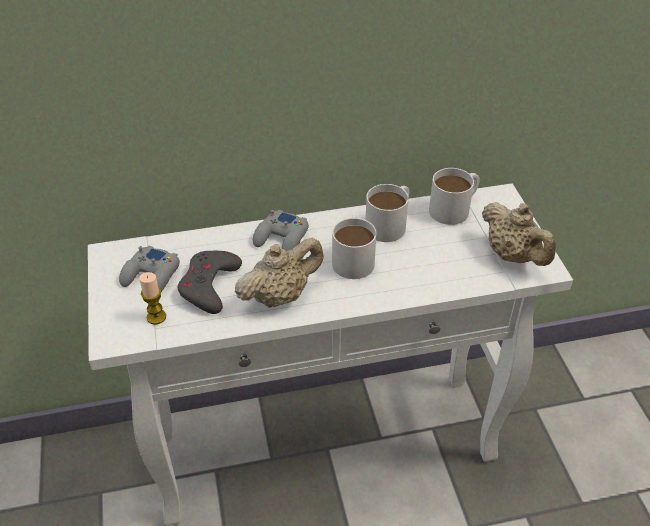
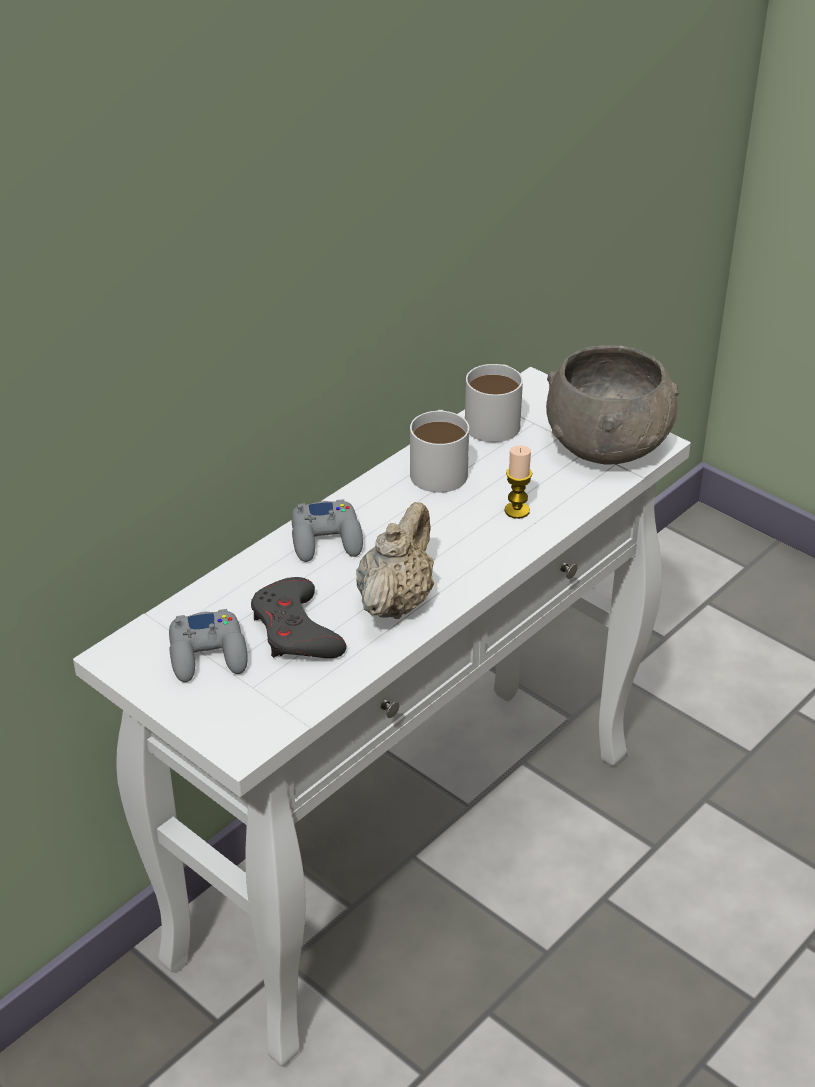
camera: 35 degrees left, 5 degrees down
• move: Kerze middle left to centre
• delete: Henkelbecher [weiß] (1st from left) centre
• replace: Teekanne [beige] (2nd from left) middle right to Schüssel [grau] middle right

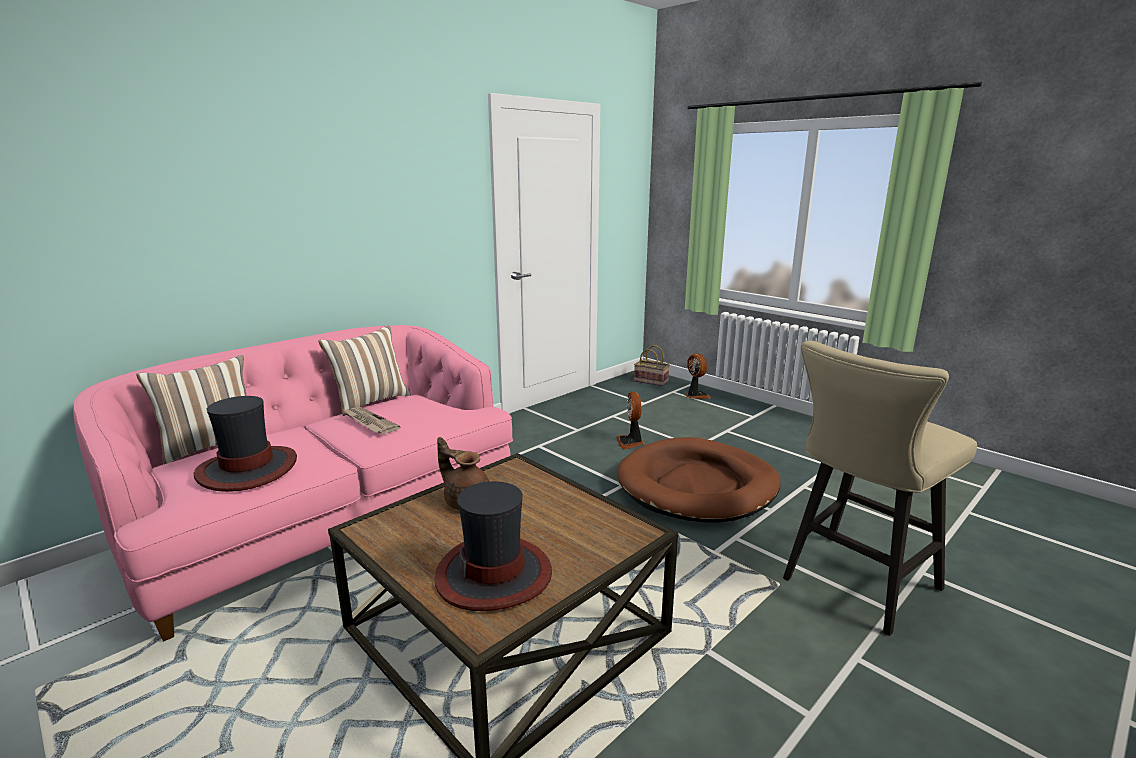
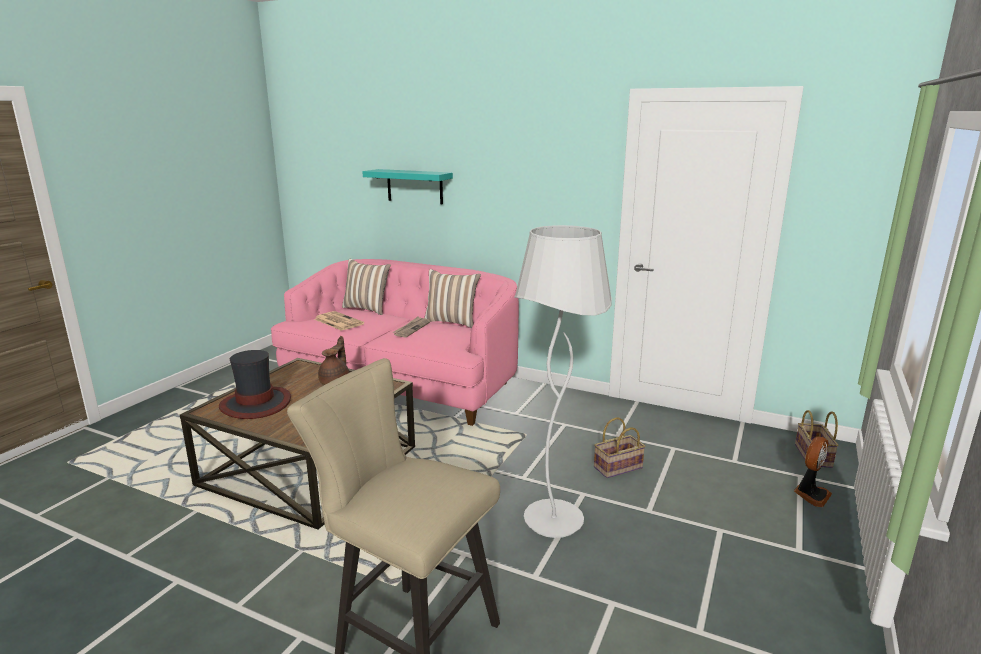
camera: 70 degrees right, 0 degrees up
• replace: Hut (1st from left) middle left to Zeitung (1st from left) centre
• replace: Ventilator (1st from left) centre to Korb (1st from left) bottom centre
• replace: Hundebett [braun] centre to Stehlampe [weiß] centre
• insert: Wandregal [türkis] top centre

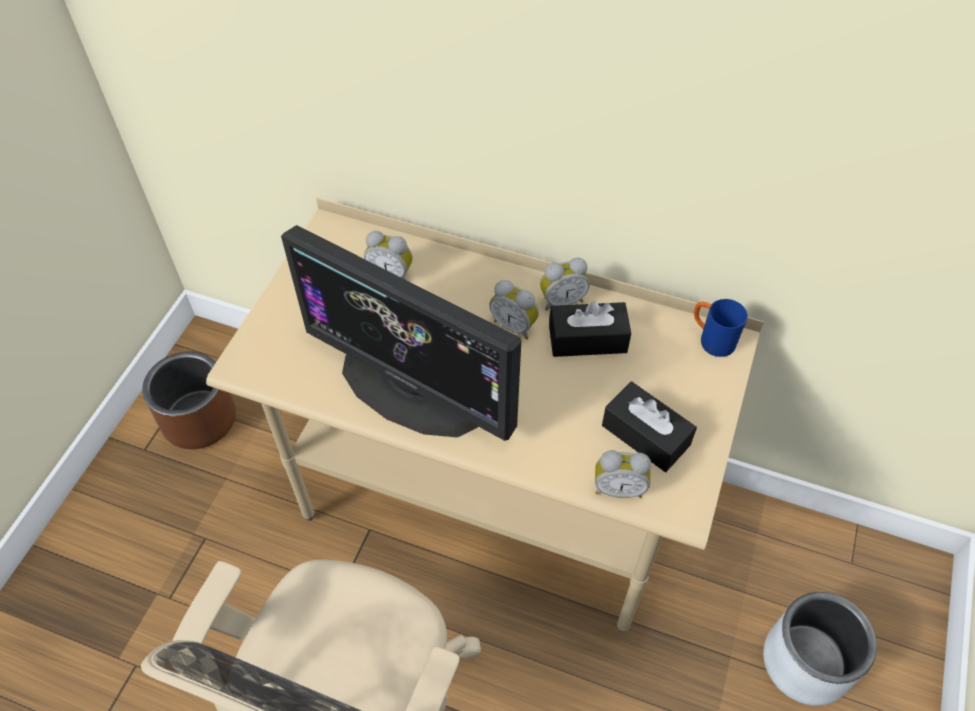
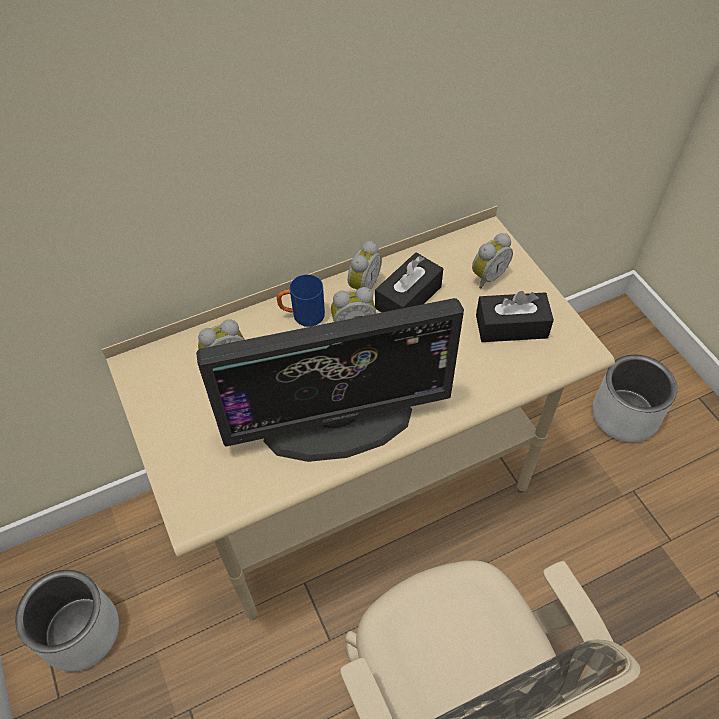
camera: 45 degrees left, 0 degrees up
• recolor: Pflanzkübel [braun] middle left to Pflanzkübel [grau] (1st from left) bottom left
• move: Wecker (4th from left) bottom centre to middle right
• move: Henkelbecher [blau] middle right to centre

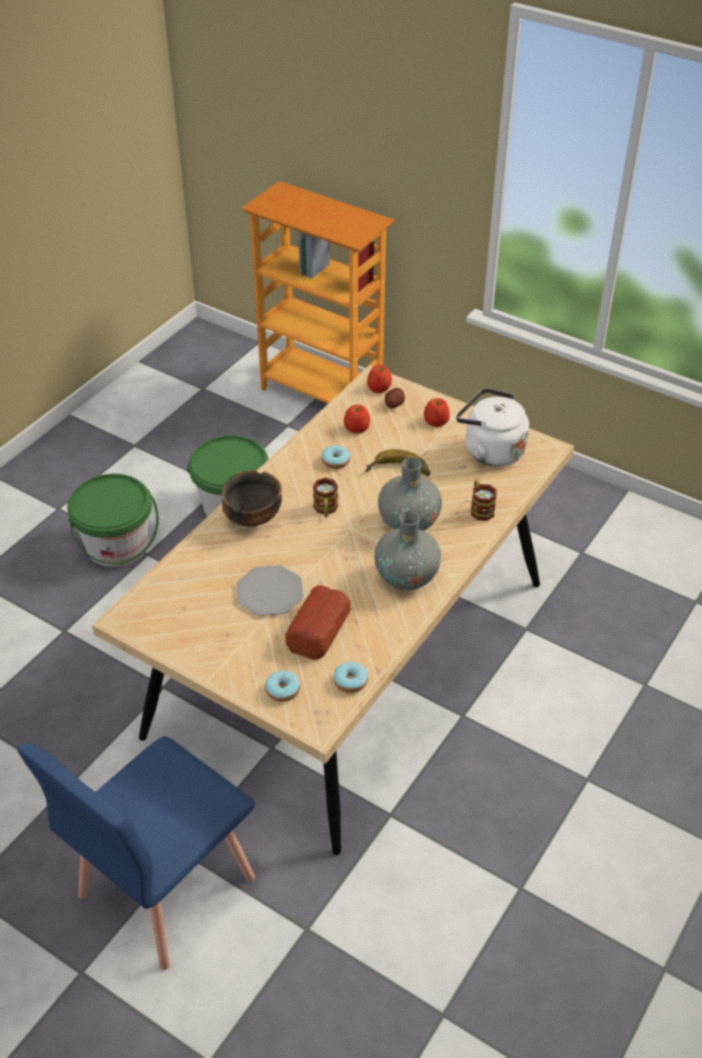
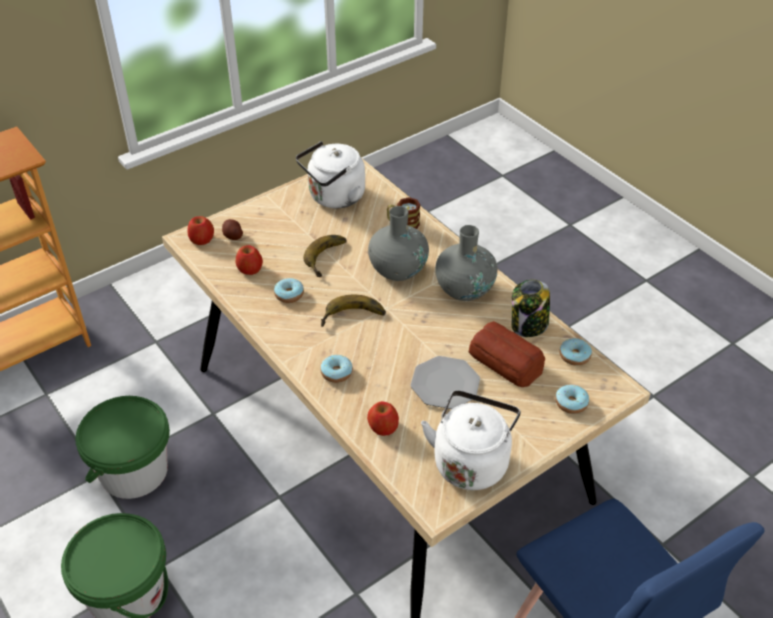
camera: 70 degrees left, 0 degrees up
• replace: Schüssel centre to Donut (2nd from left) centre
• replace: Henkelbecher (1st from left) centre to Banane (2nd from left) centre
• move: Apfel (3rd from left) centre to bottom centre
• insert: Wasserkessel [weiß] (2nd from left) bottom centre
• insert: Vorratsglas middle right

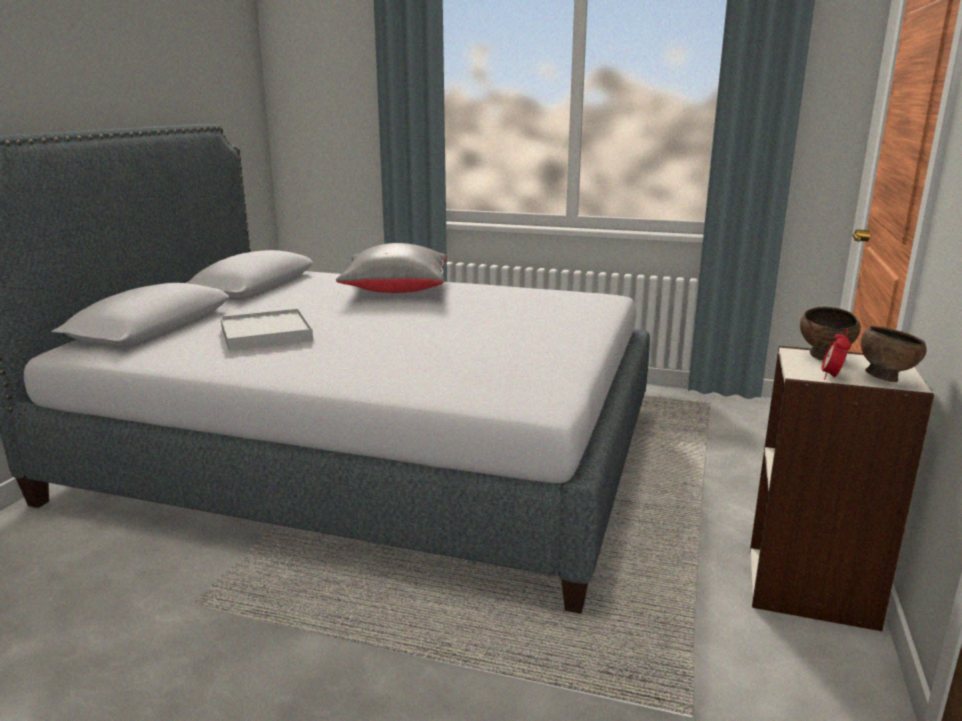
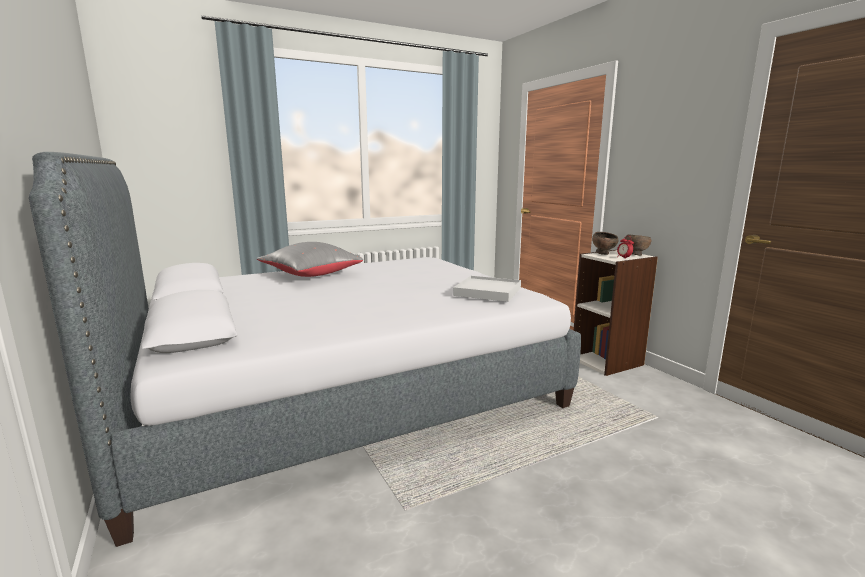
camera: 45 degrees left, 5 degrees down
• move: Tablett [weiß] middle left to centre

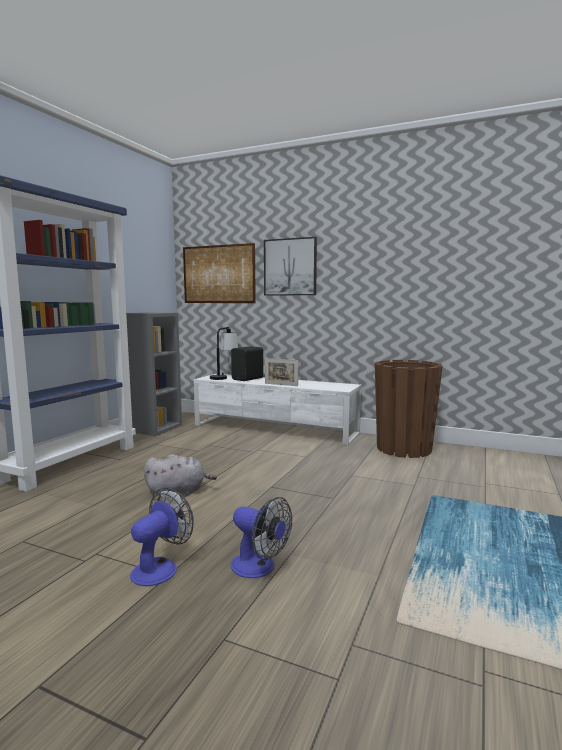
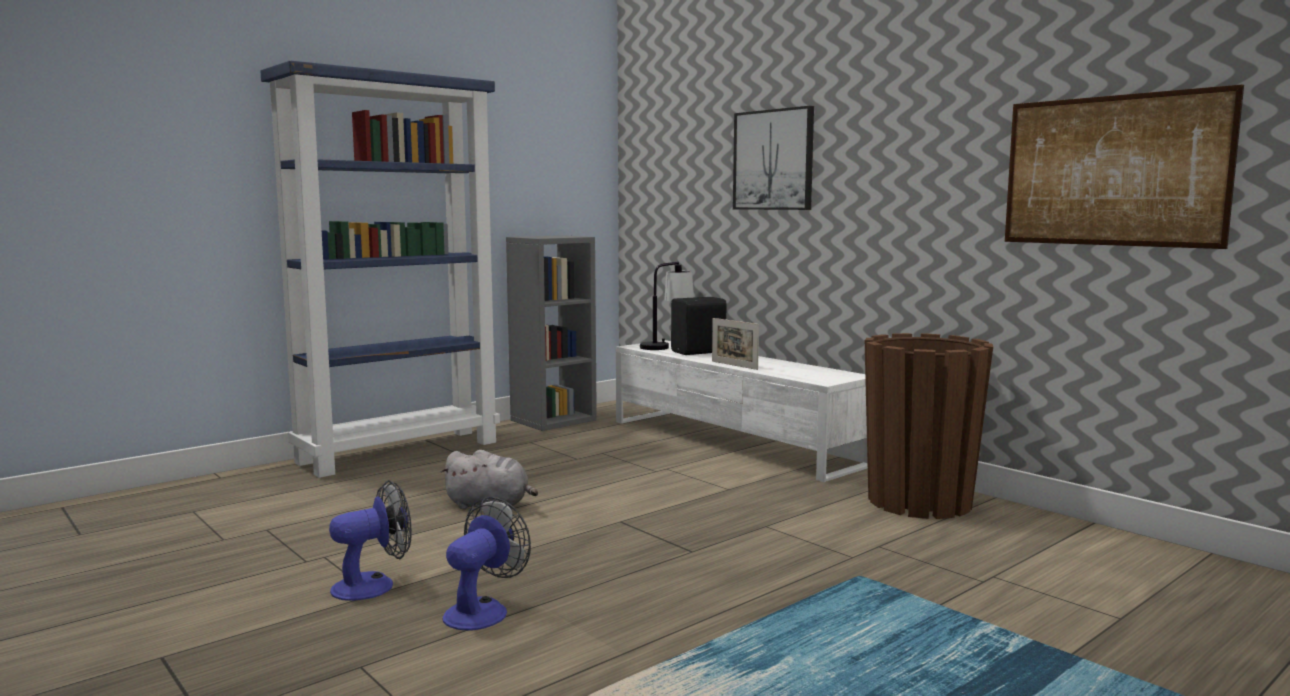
camera: 25 degrees right, 0 degrees up
• move: Bild (1st from left in the first image) centre to Bild (2nd from left) top right
• rotate: Ventilator (2nd from left) bottom centre = bottom centre 120 degrees counterclockwise

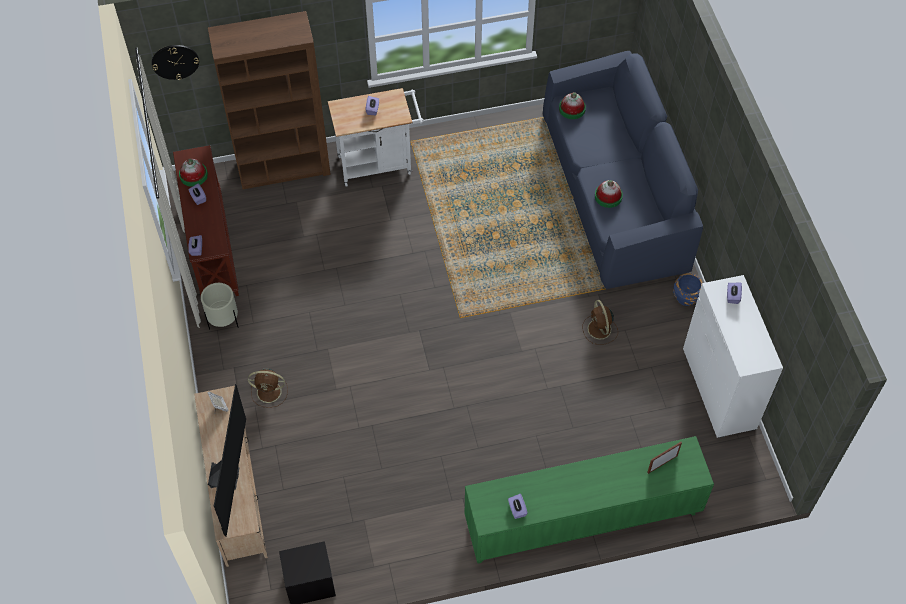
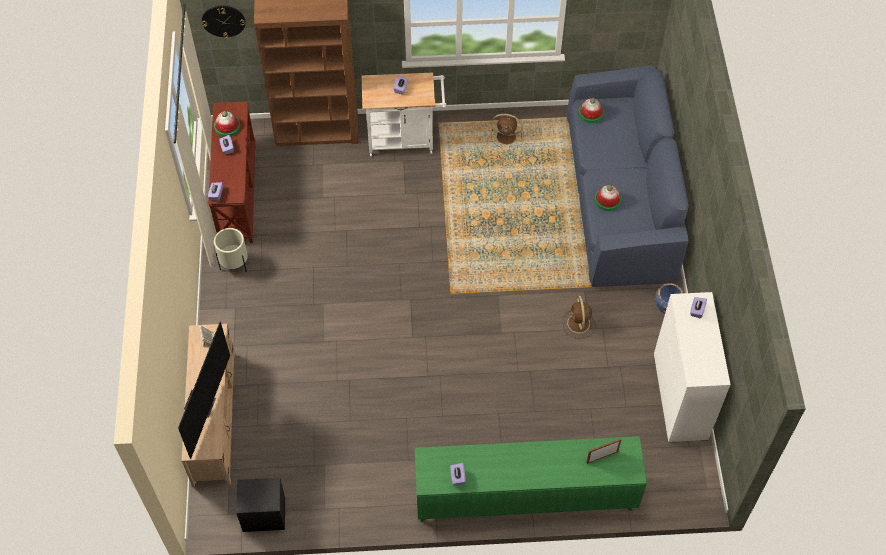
camera: 10 degrees right, 0 degrees up
• move: Ventilator [braun] (1st from left) middle left to top centre

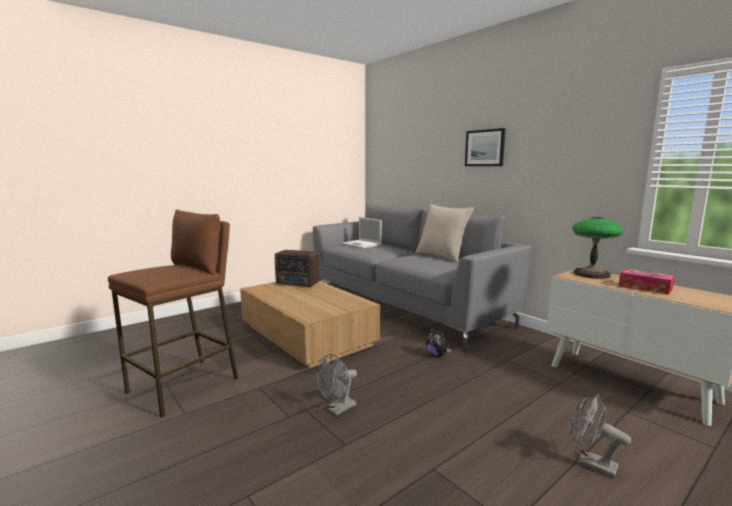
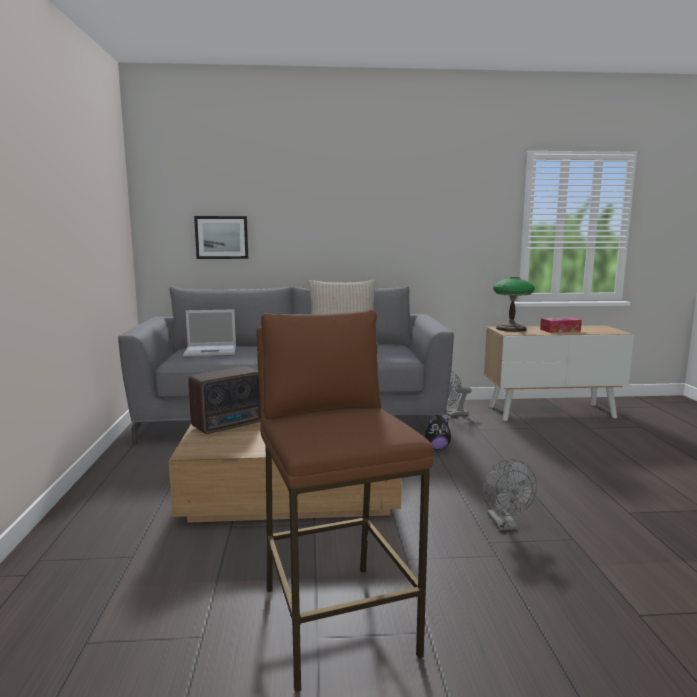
camera: 55 degrees left, 0 degrees up
• move: Bild top centre to middle left
• move: Ventilator [grau] (2nd from left in the first image) bottom right to Ventilator [grau] (1st from left) centre

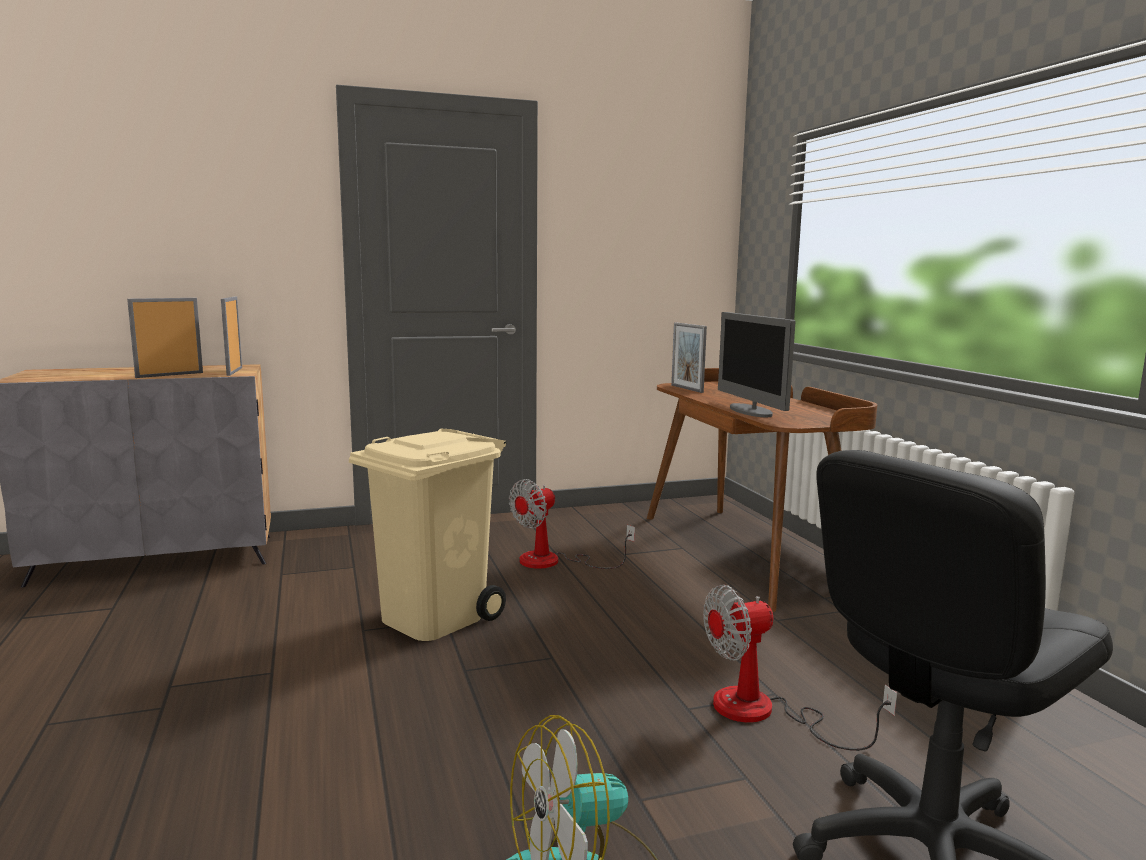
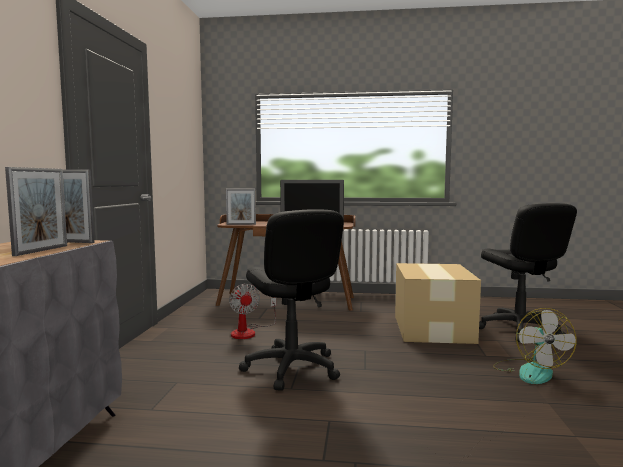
camera: 65 degrees left, 5 degrees down
• rotate: Bilderrahmen (1st from left) middle left = middle left 150 degrees counterclockwise
• replace: Mülleimer [beige] centre to Bürostuhl [schwarz] (1st from left) centre
• replace: Ventilator (3rd from left) bottom right to Karton middle right

